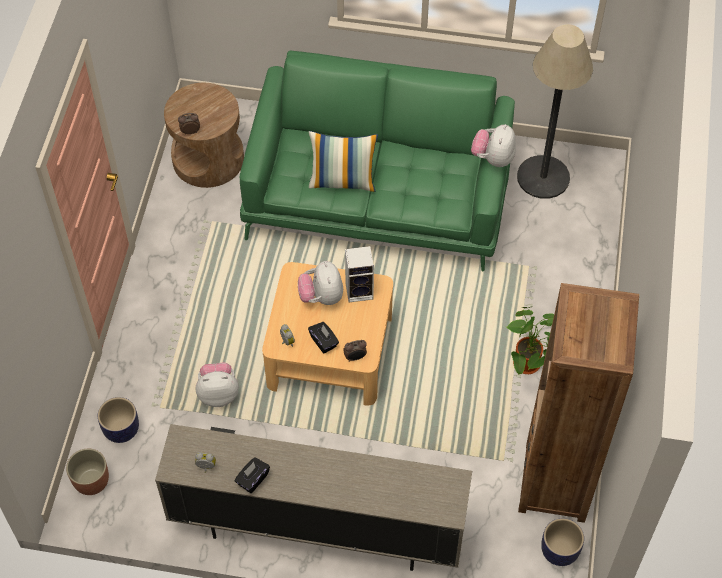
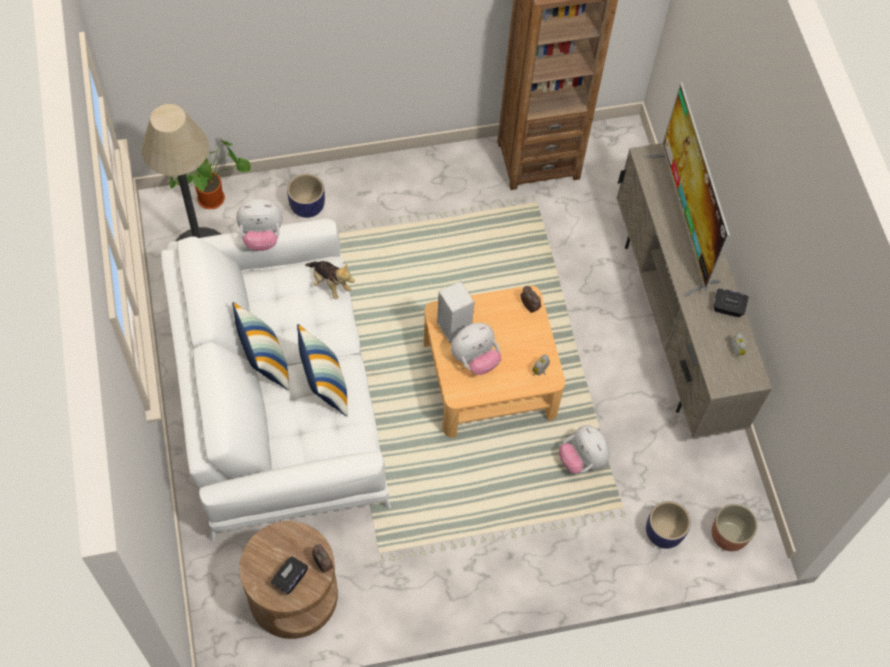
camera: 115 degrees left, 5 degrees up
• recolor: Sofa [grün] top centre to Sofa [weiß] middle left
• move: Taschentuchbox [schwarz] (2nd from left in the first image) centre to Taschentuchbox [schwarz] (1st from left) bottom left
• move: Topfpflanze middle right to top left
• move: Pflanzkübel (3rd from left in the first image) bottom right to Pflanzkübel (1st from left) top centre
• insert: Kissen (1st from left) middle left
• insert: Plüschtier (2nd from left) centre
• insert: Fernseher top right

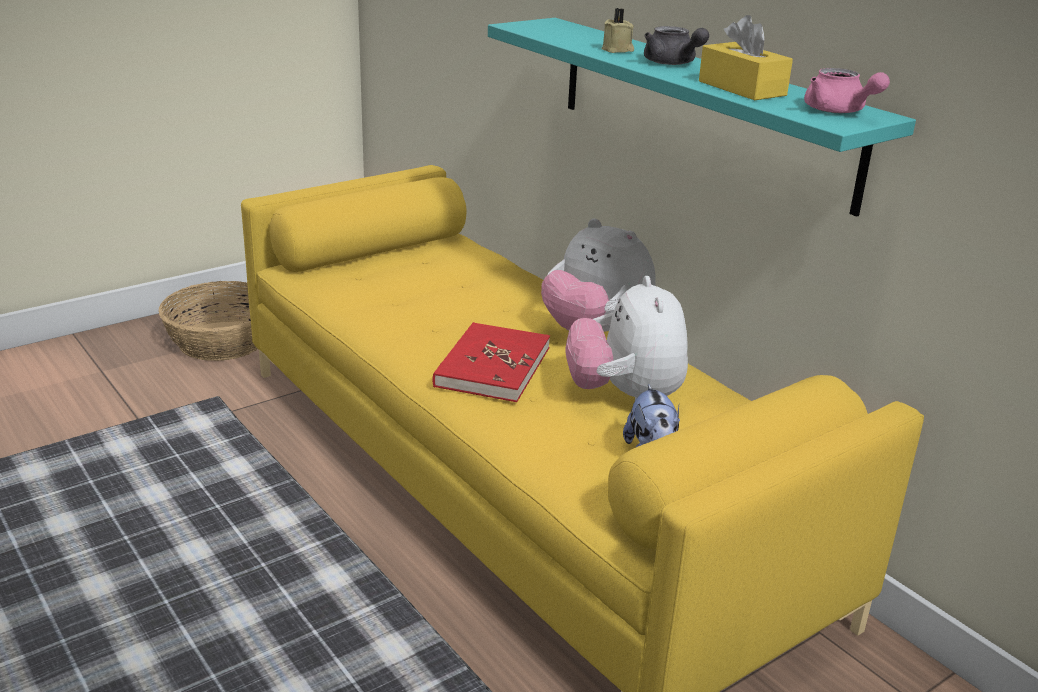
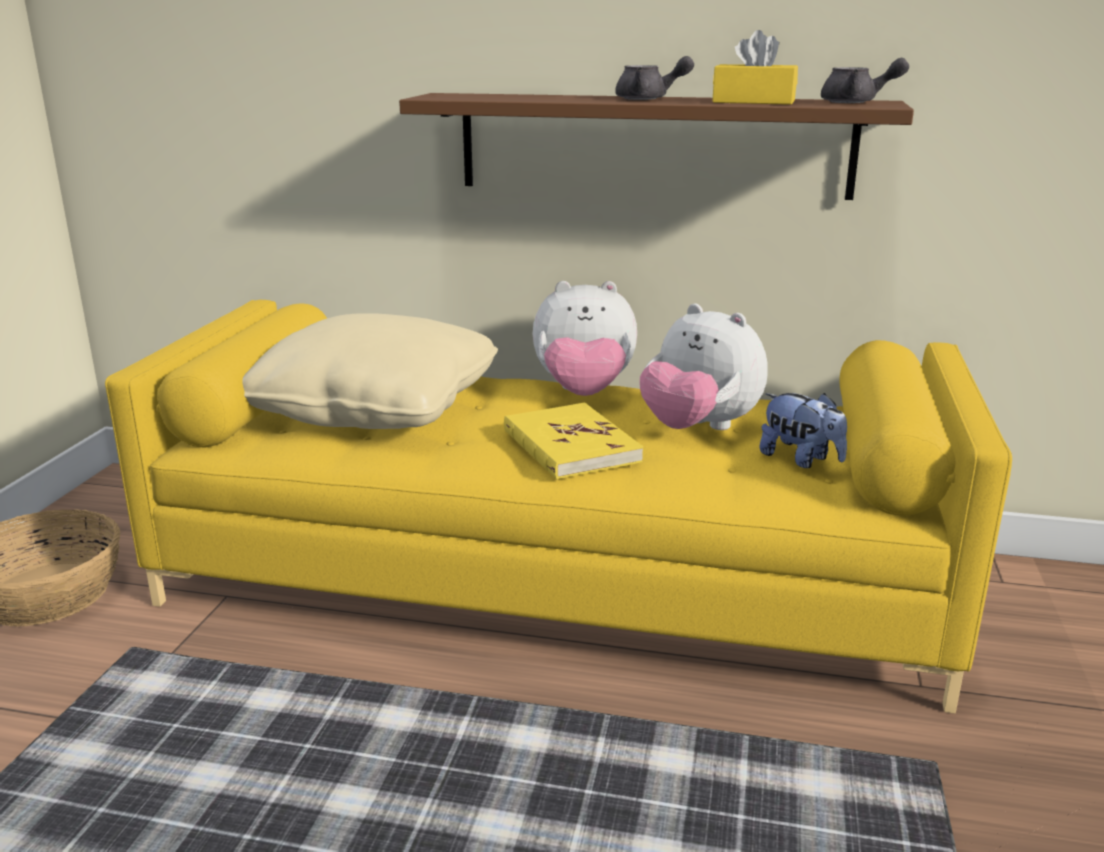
camera: 40 degrees left, 5 degrees down
• recolor: Buch [rot] centre to Buch [gelb] centre
• recolor: Wandregal [türkis] top right to Wandregal [braun] top centre
• delete: Kerze [beige] top centre
• recolor: Teekanne [rosa] top right to Teekanne [grau] (2nd from left) top right
• insert: Kissen [beige] centre

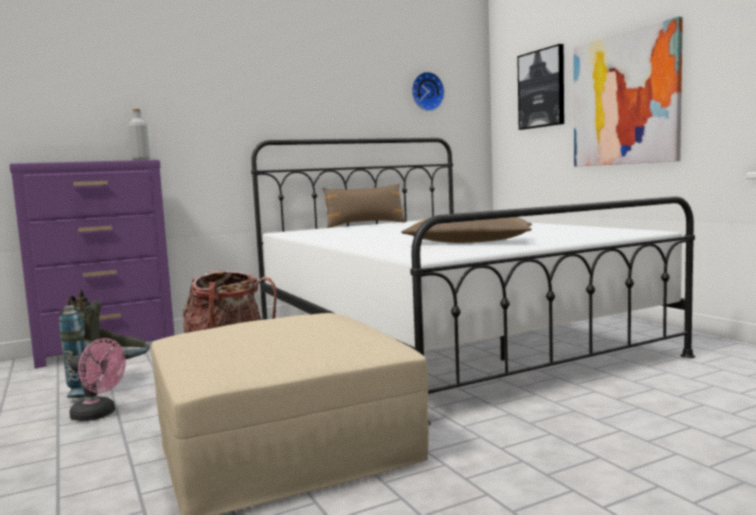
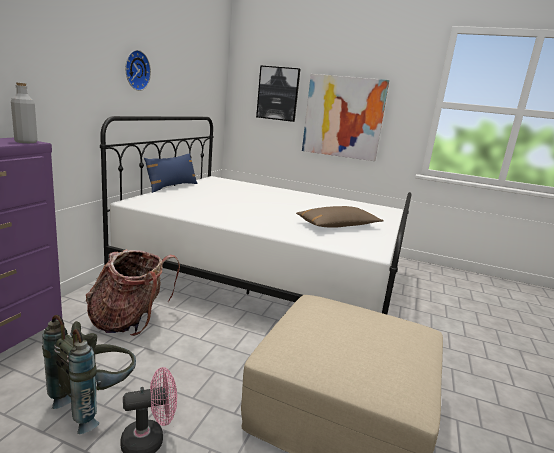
camera: 45 degrees left, 10 degrees up
• recolor: Kissen [braun] (1st from left) centre to Kissen [blau] middle left
• move: Wanduhr top centre to top left

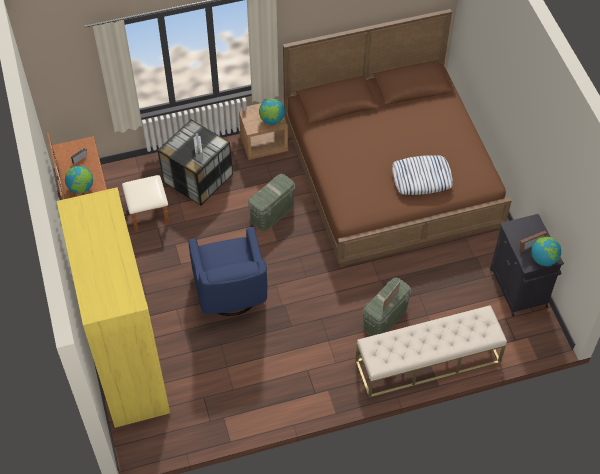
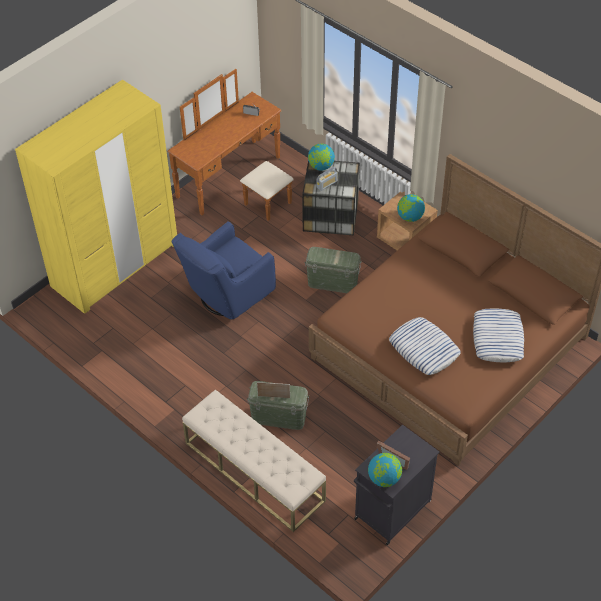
camera: 60 degrees right, 5 degrees down
• move: Globus (1st from left) middle left to top centre
• insert: Kissen (2nd from left) middle right

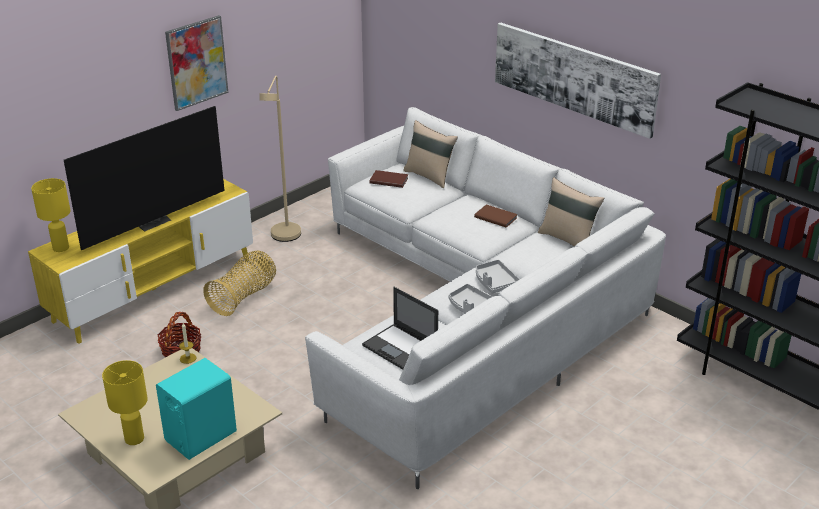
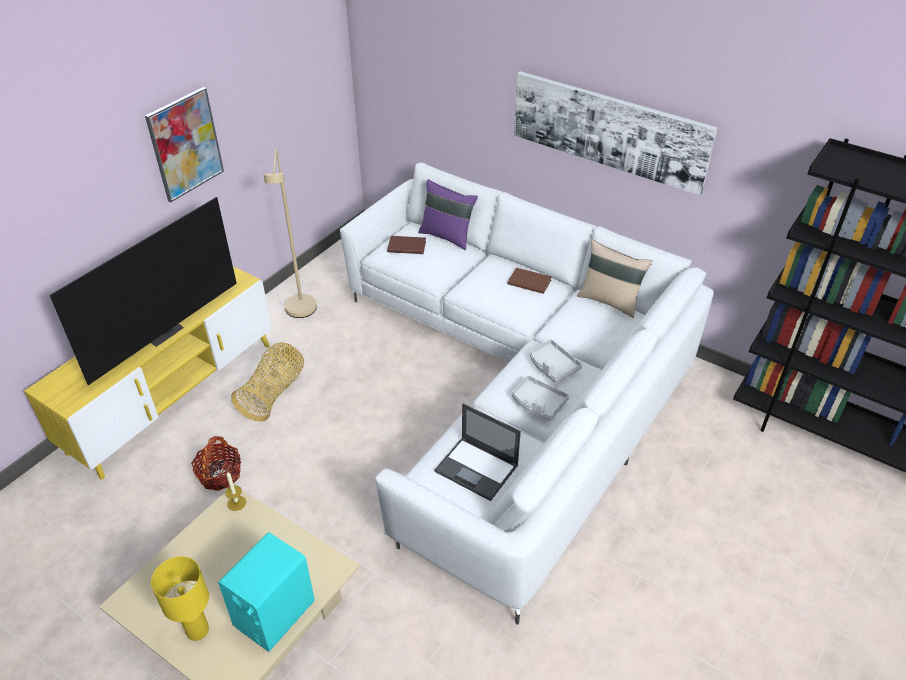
camera: 10 degrees left, 10 degrees up
• delete: Tischlampe [gelb] (1st from left) middle left
• recolor: Kissen [beige] (1st from left) top centre to Kissen [lila] top centre

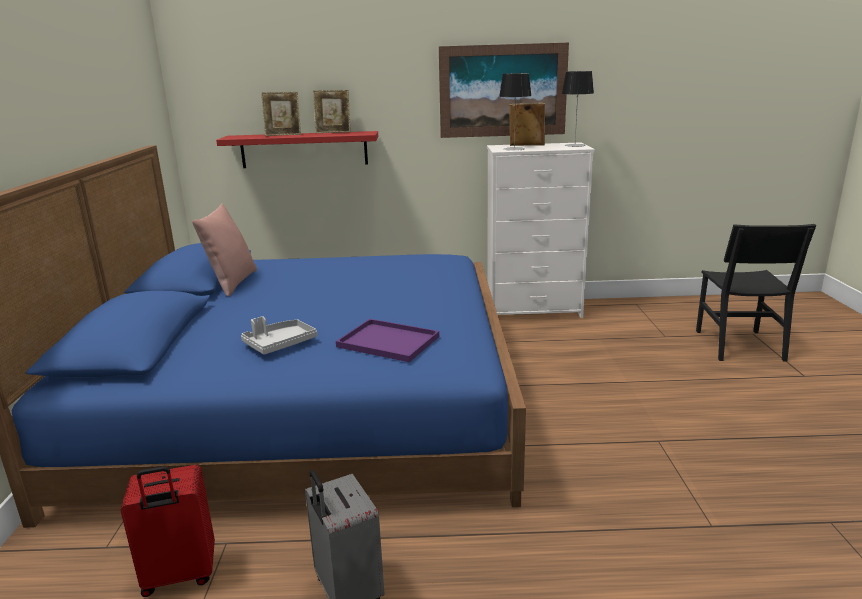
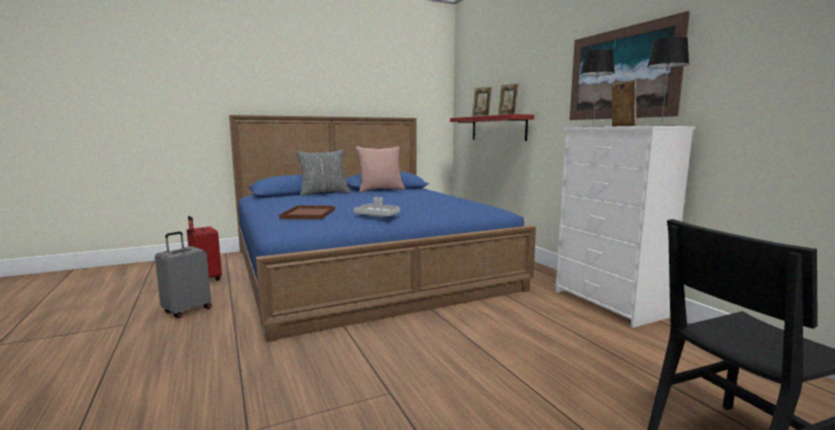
camera: 65 degrees right, 10 degrees down
• move: Tablett [grau] middle left to centre
• recolor: Tablett [lila] centre to Tablett [braun] centre
• insert: Kissen [grau] centre

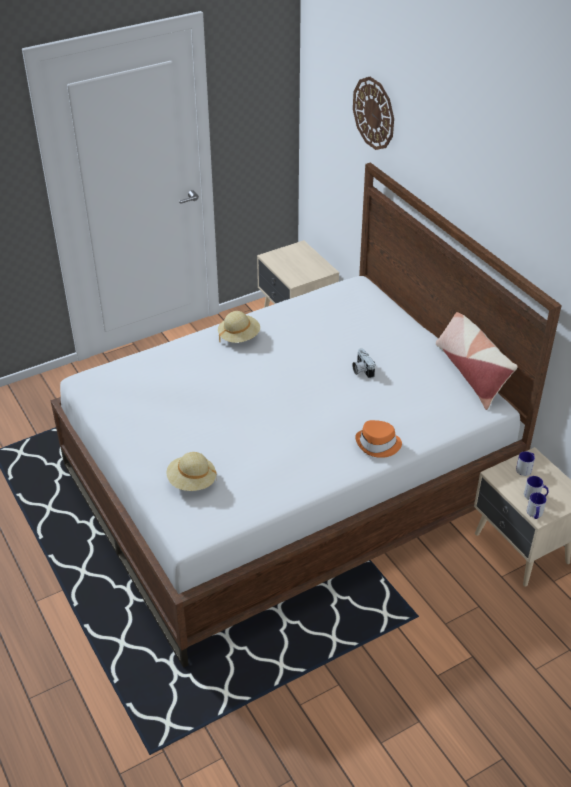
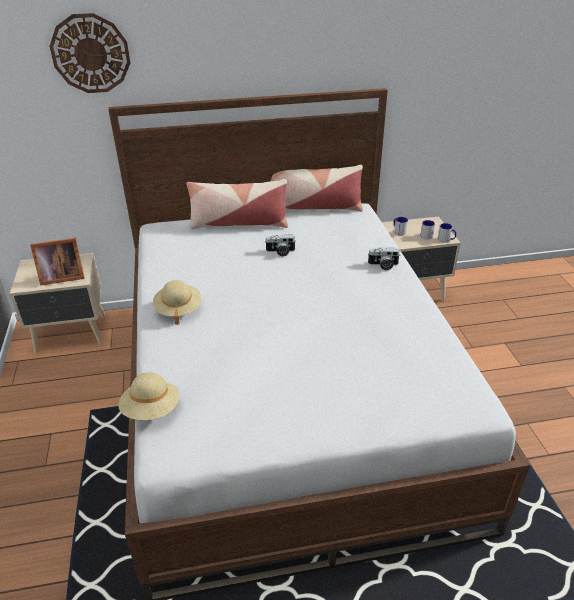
camera: 70 degrees left, 5 degrees down
• move: Hut [beige] (1st from left) centre to middle left
• replace: Hut [orange] centre to Kamera (2nd from left) middle right
• insert: Bilderrahmen middle left
• insert: Kissen (1st from left) centre

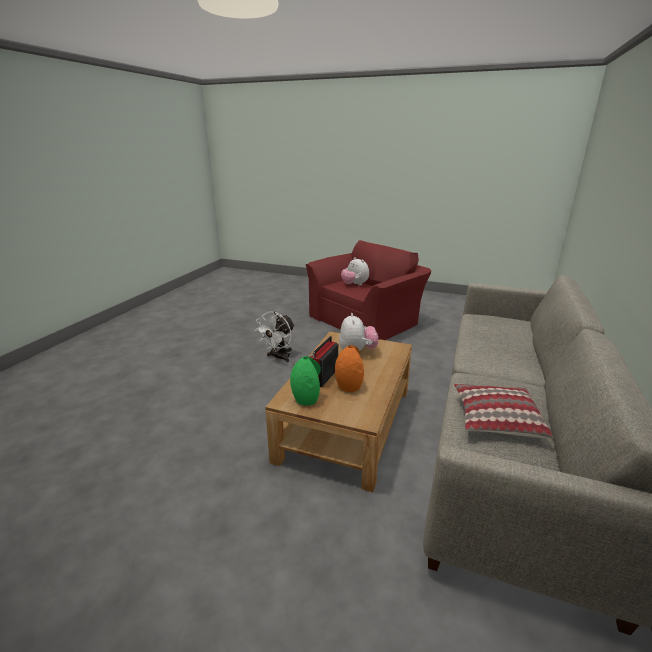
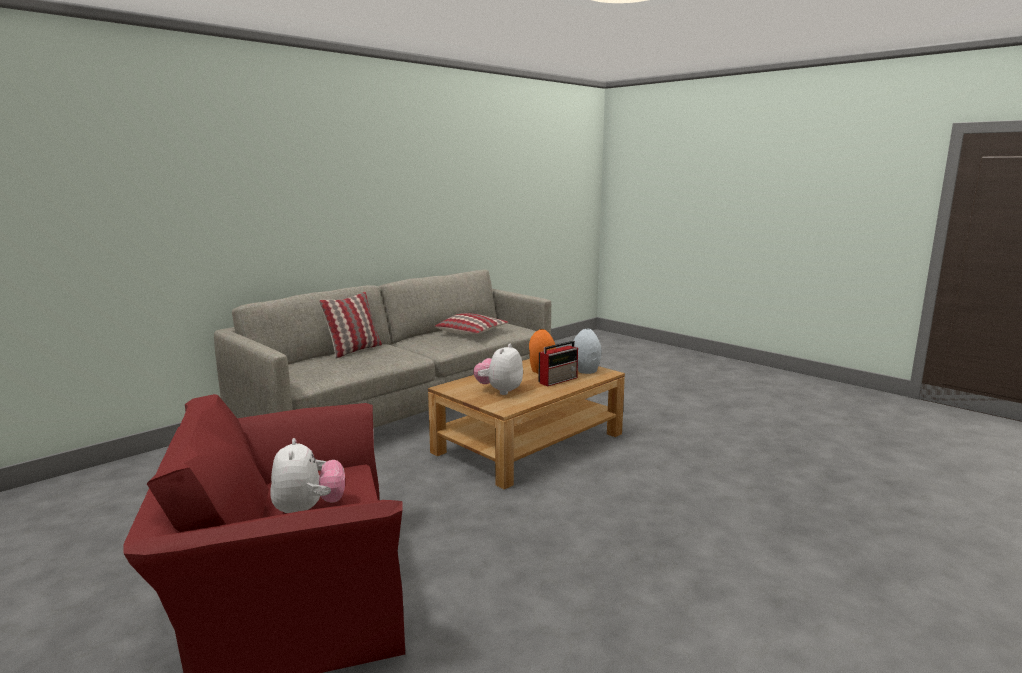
camera: 155 degrees left, 10 degrees down
• delete: Ventilator [weiß] centre
• recolor: Vase [grün] centre to Vase [grau] centre
• insert: Kissen (1st from left) centre

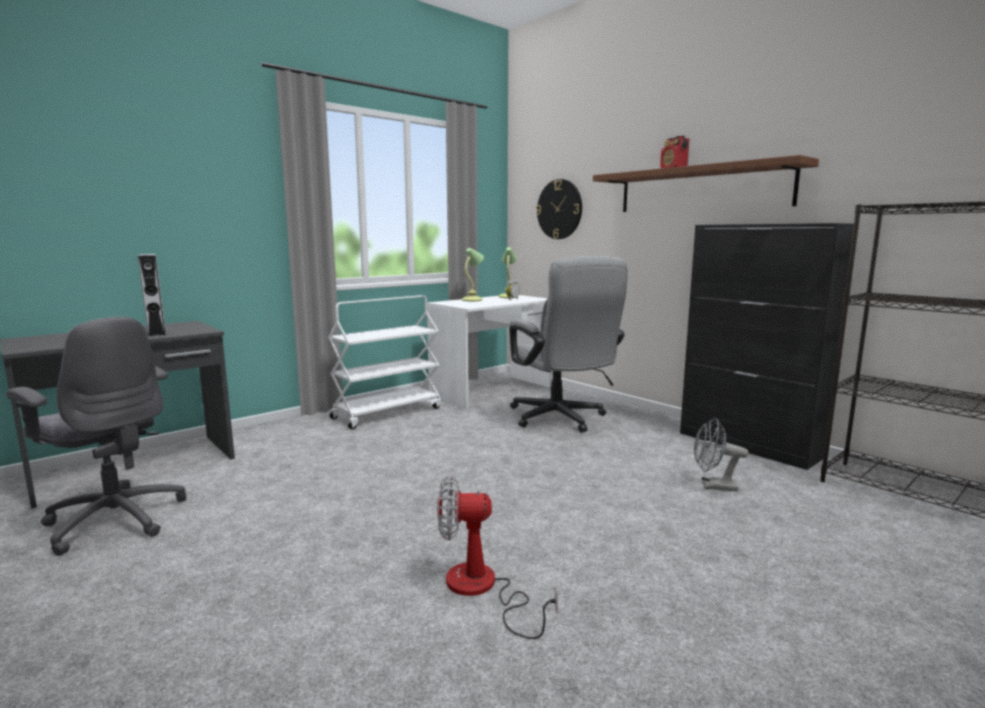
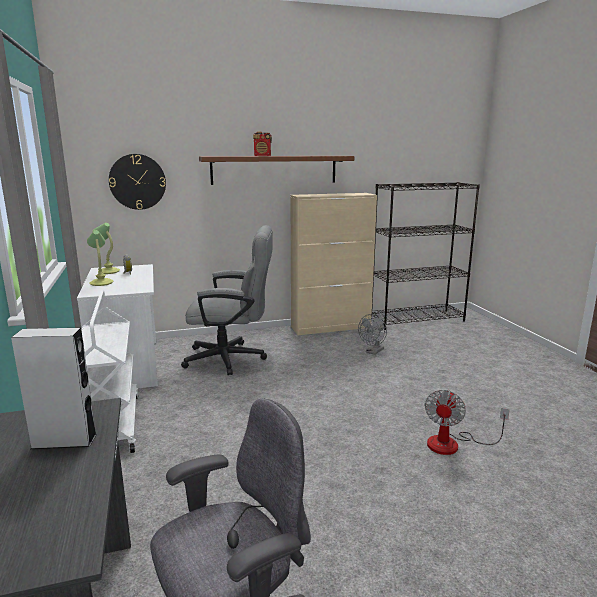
camera: 65 degrees left, 5 degrees up
• recolor: Schrank [schwarz] middle right to Schrank [beige] centre

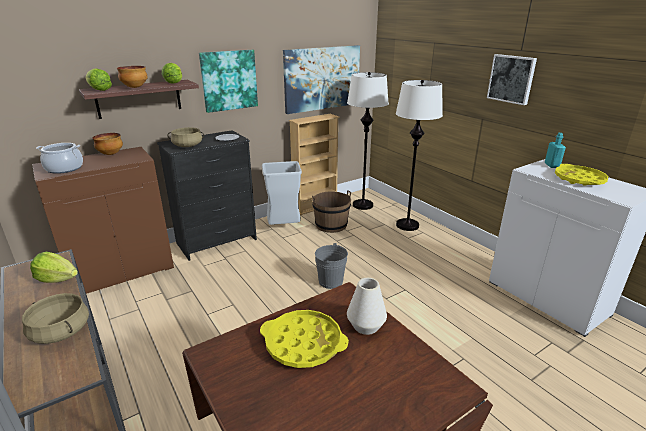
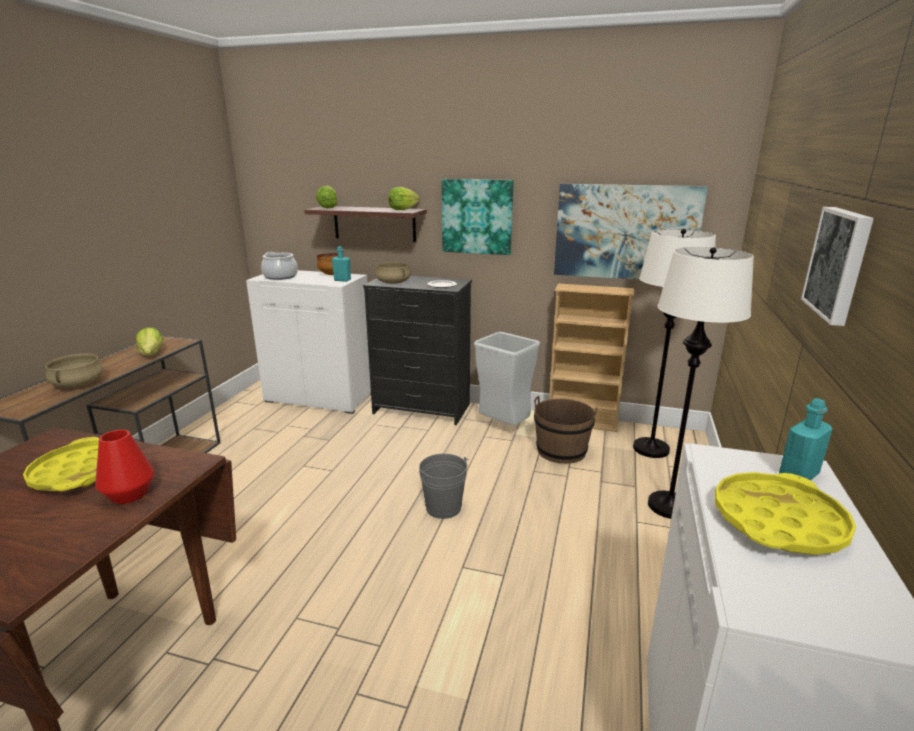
camera: 50 degrees right, 5 degrees down
• recolor: Schrank [braun] middle left to Schrank [weiß] (1st from left) centre
• delete: Schüssel (2nd from left) top left
• recolor: Vase [weiß] bottom centre to Vase [rot] middle left
• insert: Flasche [türkis] (1st from left) centre

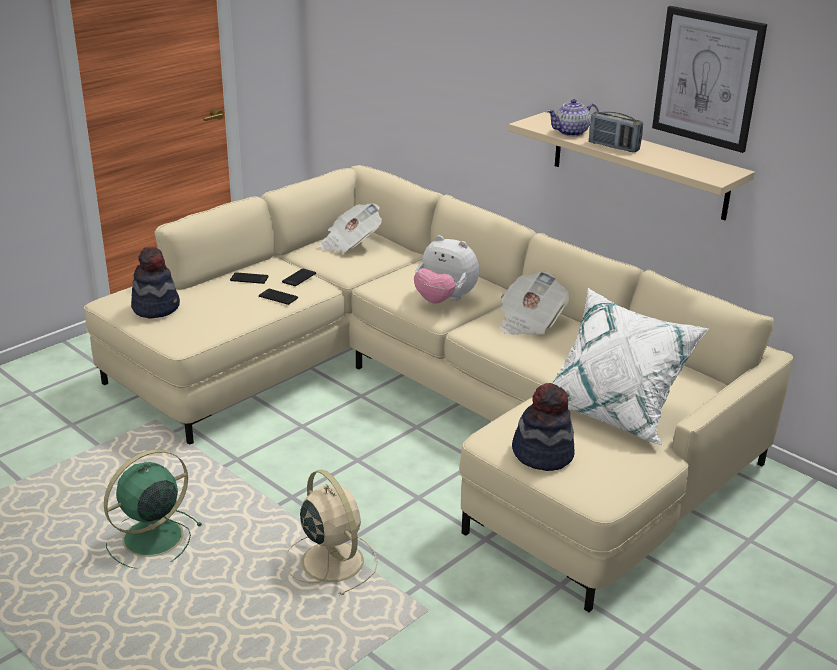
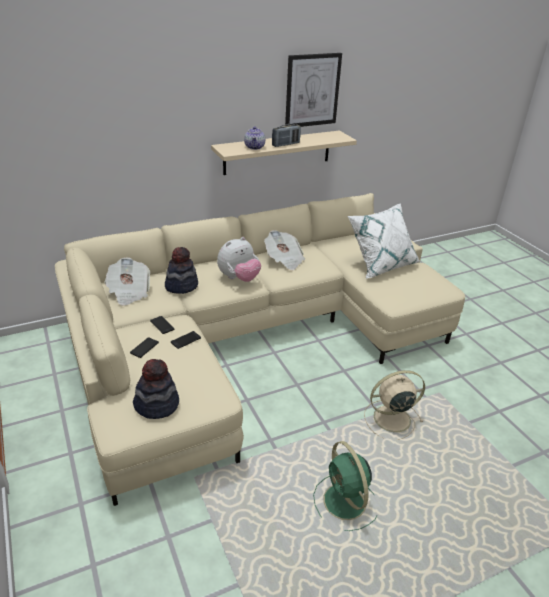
camera: 70 degrees left, 5 degrees up
• move: Hut (2nd from left) centre to middle left

